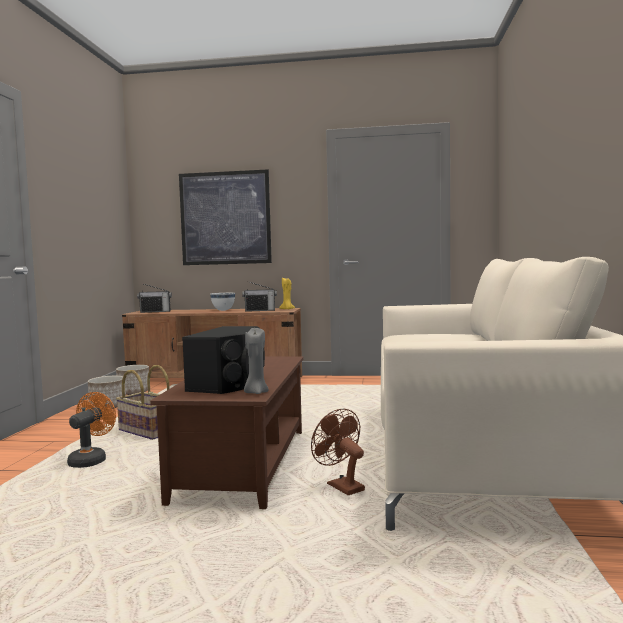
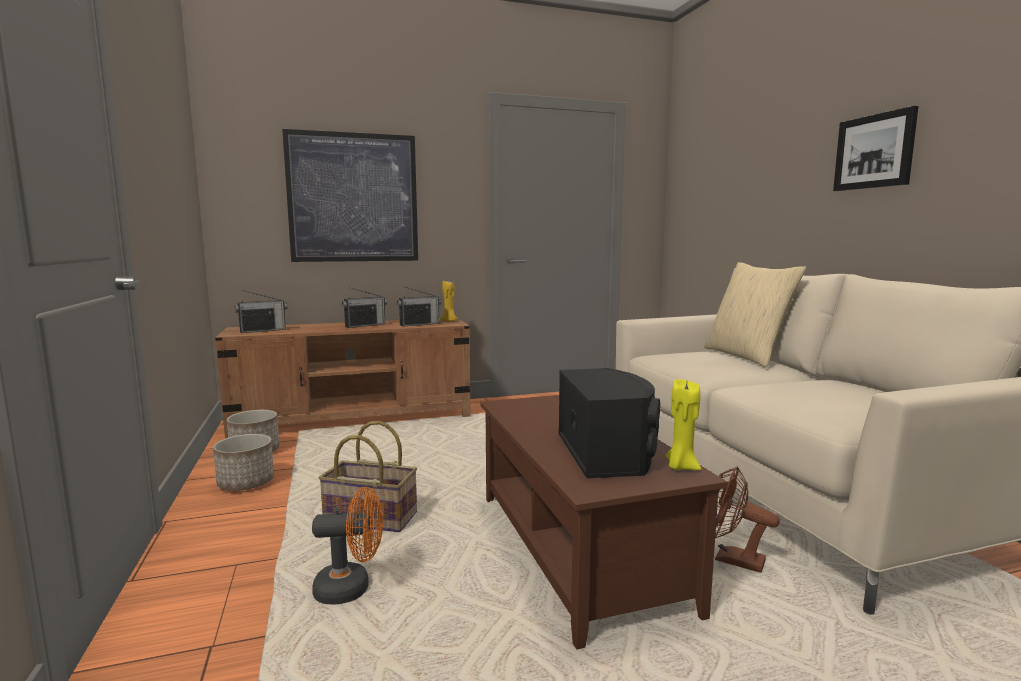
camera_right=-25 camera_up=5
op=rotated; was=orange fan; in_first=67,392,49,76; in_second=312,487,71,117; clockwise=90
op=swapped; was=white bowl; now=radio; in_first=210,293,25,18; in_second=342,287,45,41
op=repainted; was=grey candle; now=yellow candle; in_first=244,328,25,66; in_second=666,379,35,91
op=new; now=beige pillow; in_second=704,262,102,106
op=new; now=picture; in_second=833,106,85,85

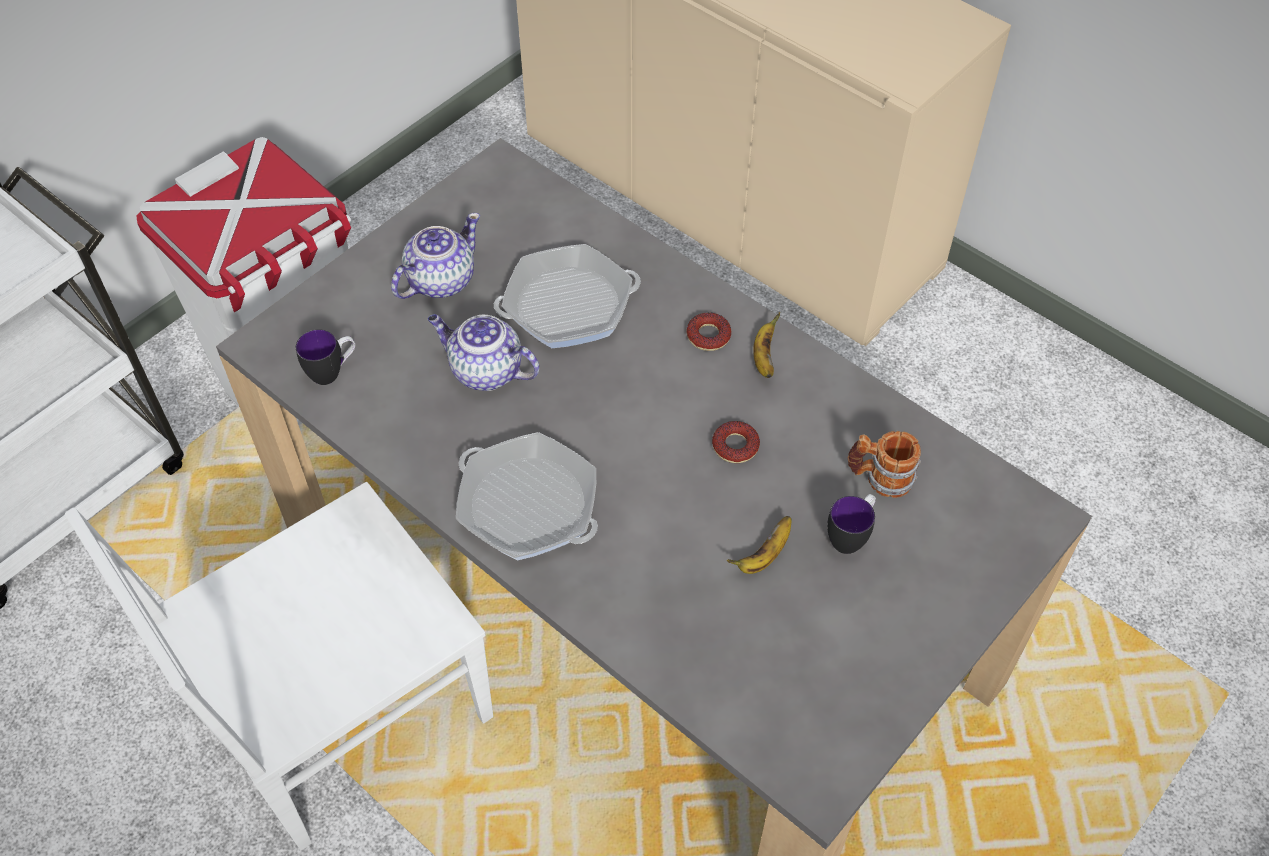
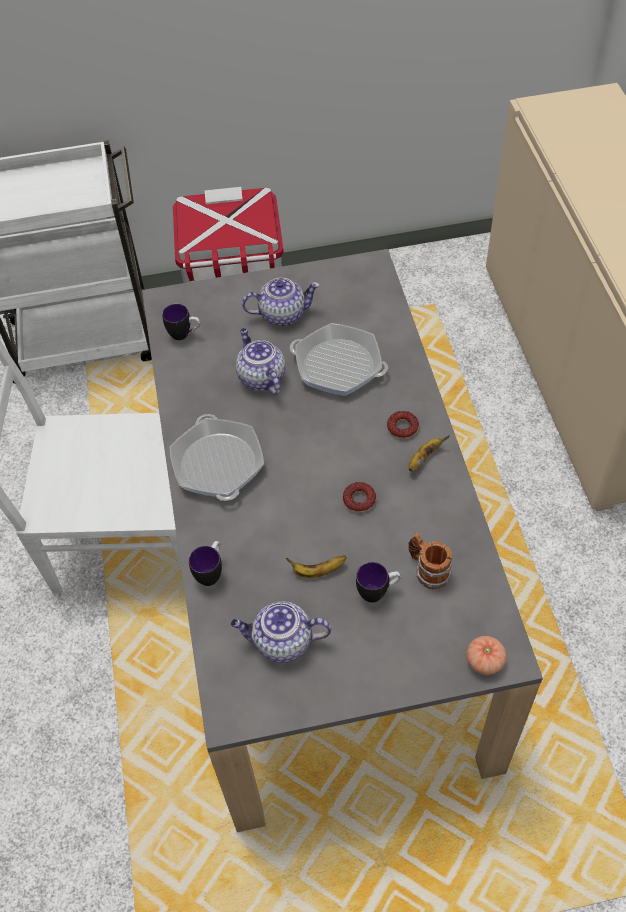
camera_right=40 camera_up=0
op=new; now=mug; in_second=189,541,33,45
op=new; now=teapot; in_second=230,601,101,62
op=new; now=tomato; in_second=466,636,40,39

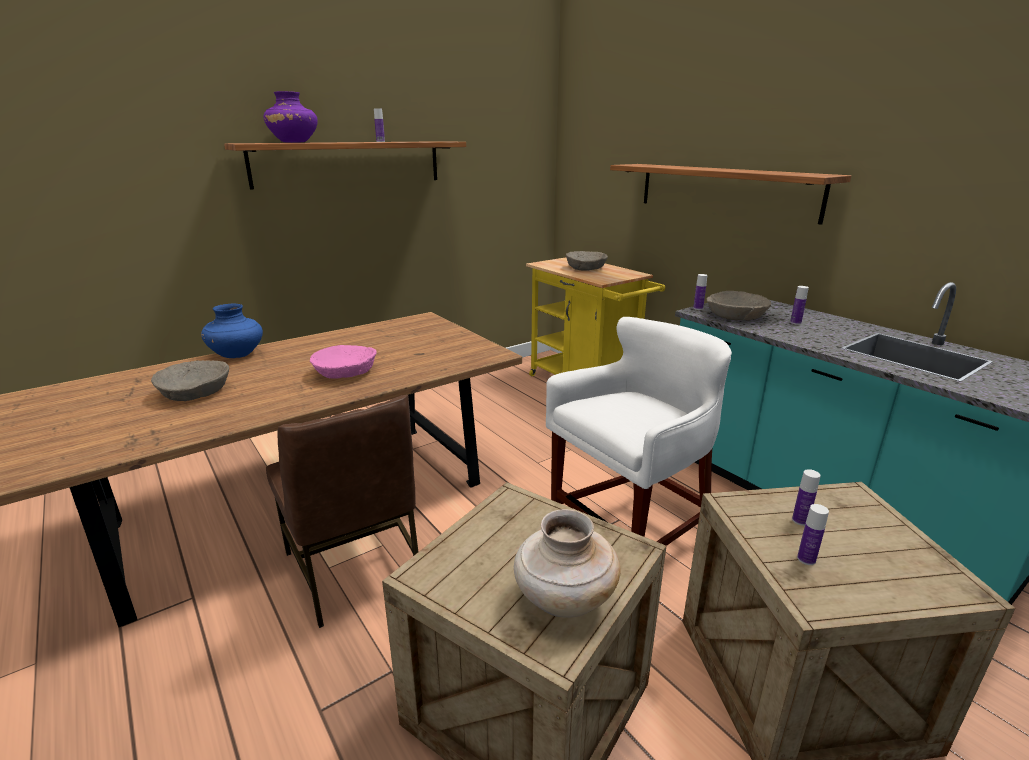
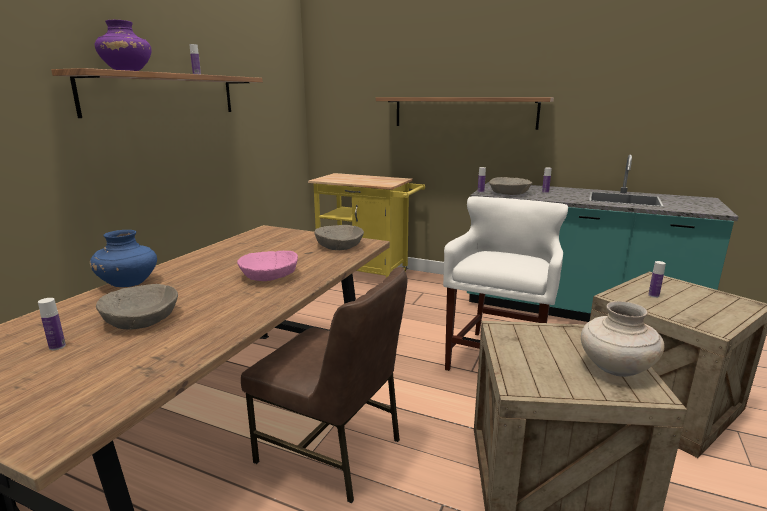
camera_right=-30 camera_up=-5
op=shifted; was=bottle; in_first=797,504,32,61; in_second=38,298,28,52
op=shifted; was=beige bowl; in_first=566,251,42,20; in_second=314,225,50,25

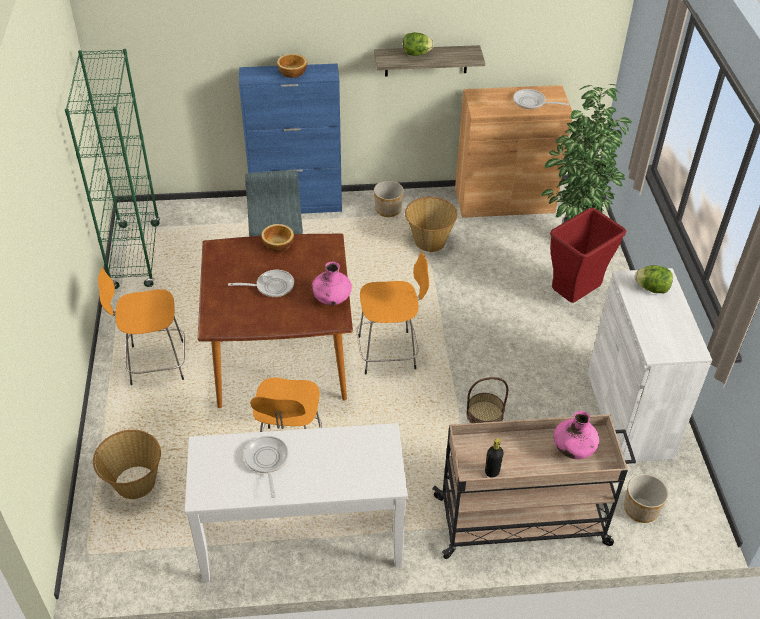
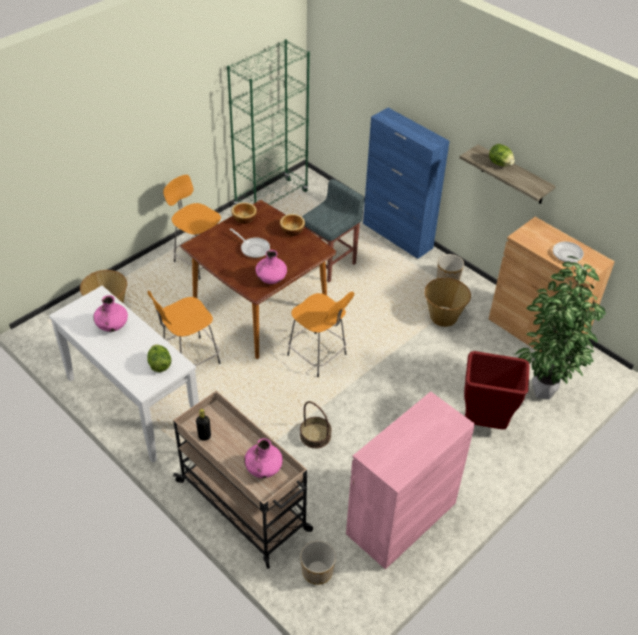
camera_right=50 camera_up=0
op=swapped; was=frying pan; now=pink vase; in_first=244,436,45,62; in_second=93,295,35,37
op=shifted; was=lettuce; in_first=635,265,38,29; in_second=147,344,24,28
op=shifted; was=bowl; in_first=277,54,30,24; in_second=232,202,25,22
op=repainted; was=white cabinet; now=pink cabinet; in_first=588,268,124,194; in_second=346,391,129,179

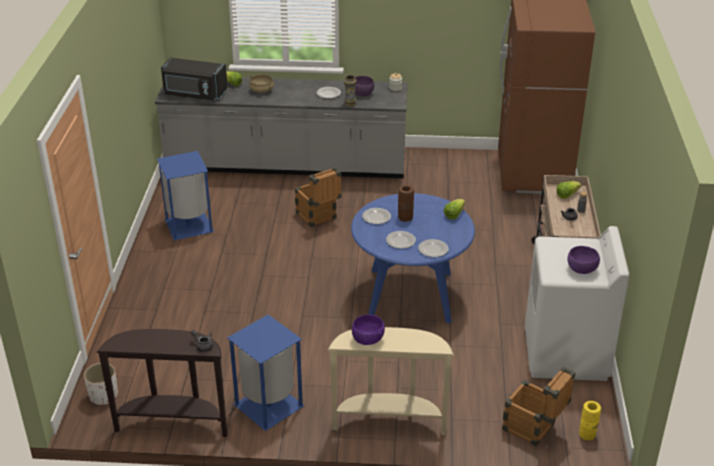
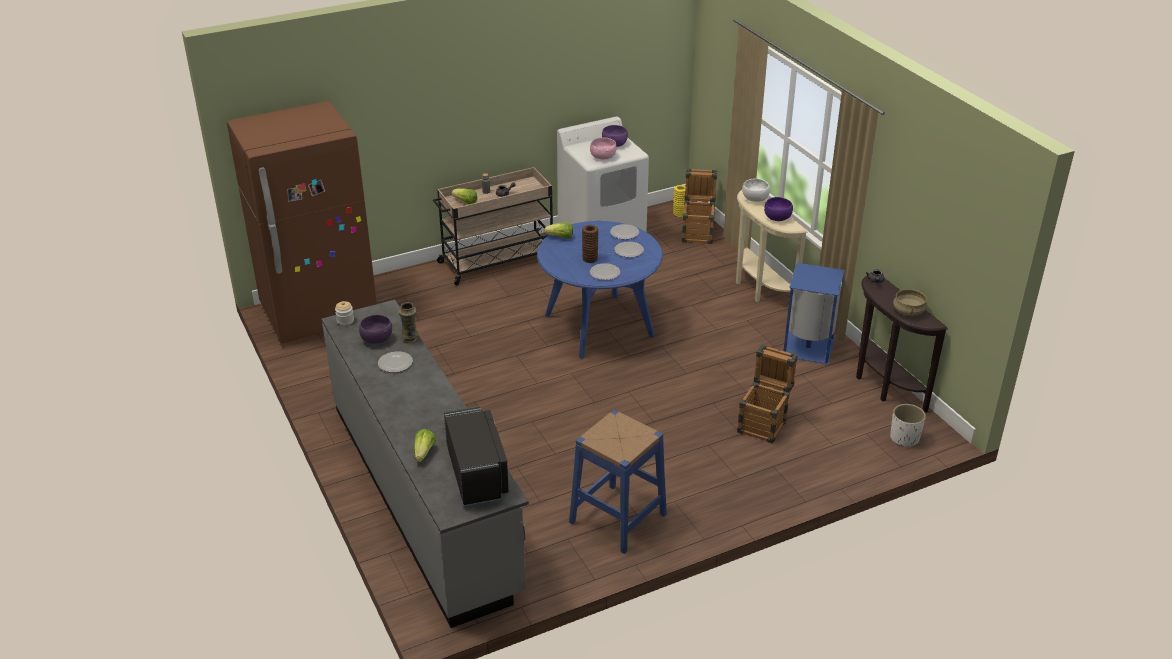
camera_right=-120 camera_up=0
op=swapped; was=blue trash can; now=blue stool; in_first=157,151,57,90; in_second=569,410,98,144
op=new; now=pink bowl; in_second=590,138,27,22
op=shifted; was=crate; in_first=295,167,47,60; in_second=737,344,61,100
op=new; now=white bowl; in_second=742,178,28,24
op=shifted; was=beige cooking pot; in_first=249,74,25,19; in_second=893,289,34,27

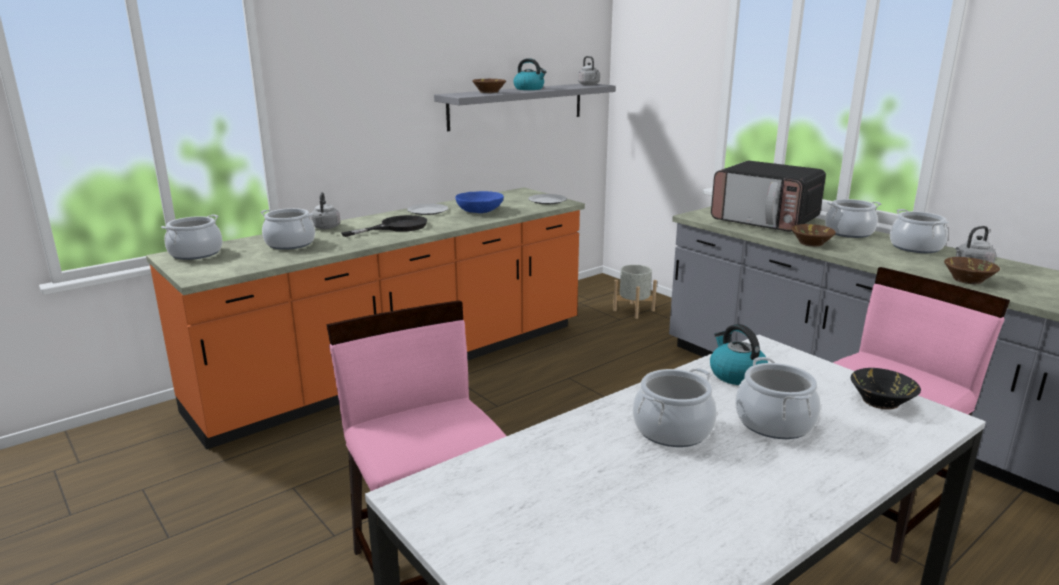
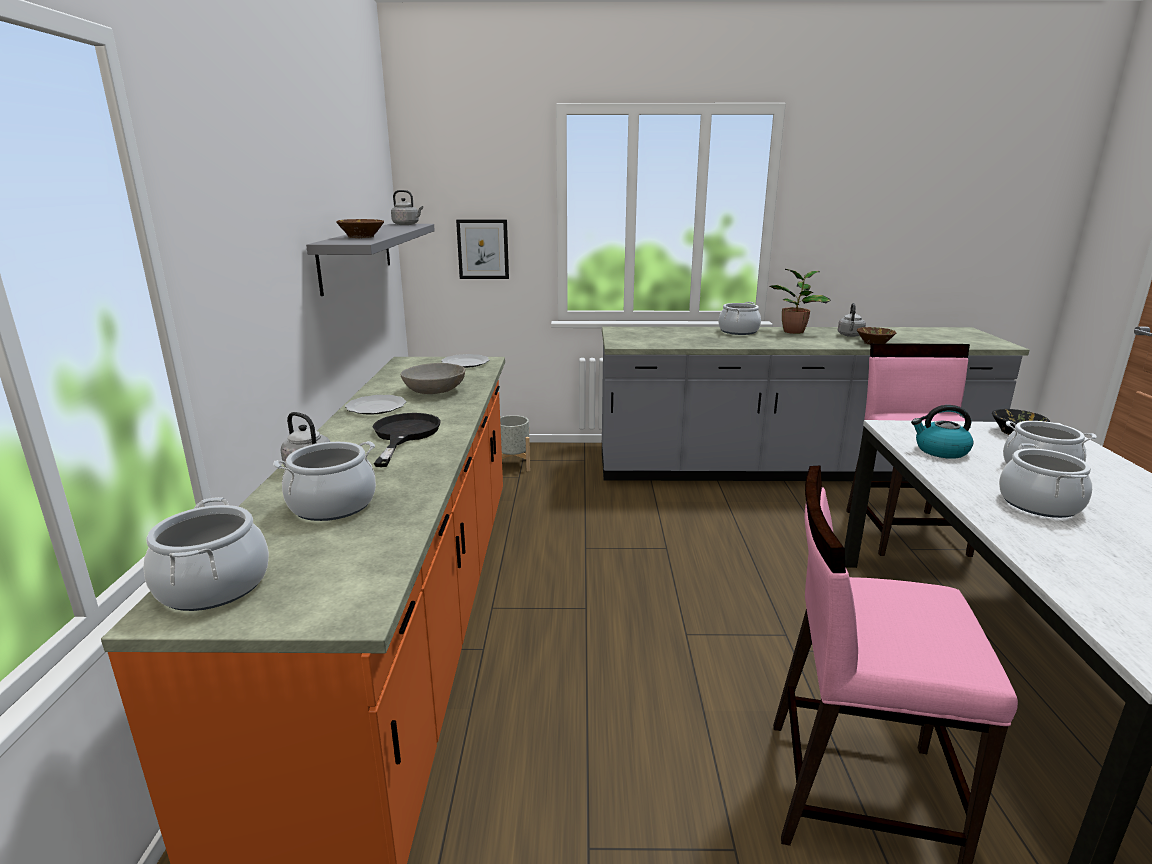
camera_right=-50 camera_up=0
op=repainted; was=blue bowl; now=grey bowl; in_first=455,191,49,22; in_second=401,363,64,31
op=new; now=picture; in_second=456,219,53,60
op=swapped; was=cooking pot; now=potted plant; in_first=890,209,59,44; in_second=769,269,62,65
op=gone; was=kettle; in_first=513,58,33,32
op=gone; was=microwave; in_first=711,161,115,71
op=gone; was=brown bowl; in_first=791,224,45,23

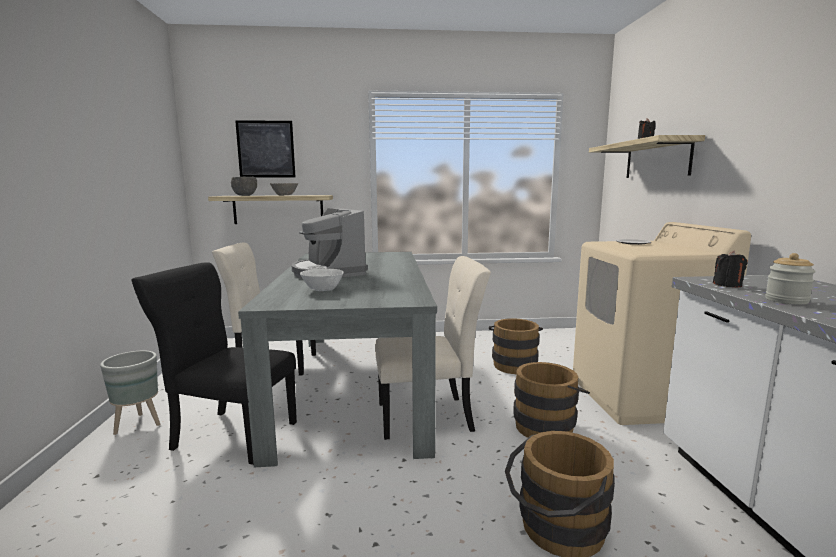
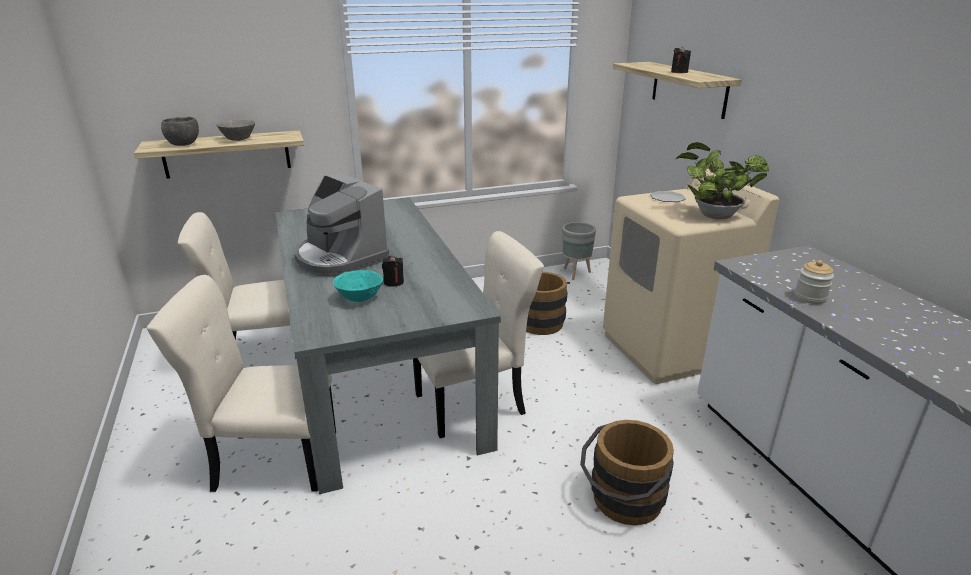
camera_right=-15 camera_up=15
op=repainted; was=black chair; now=beige chair; in_first=131,262,166,203; in_second=147,275,189,217
op=repainted; was=white bowl; now=turquoise bowl; in_first=300,269,44,22; in_second=333,270,50,32
op=shifted; was=black candle; in_first=713,251,35,36; in_second=382,255,22,32
op=shifted; was=grey planter; in_first=100,351,60,84; in_second=562,222,34,58
op=new; now=potted plant; in_second=675,142,94,78
op=gone; was=picture; in_first=235,120,60,58
op=gone; was=brown bucket; in_first=513,362,77,76

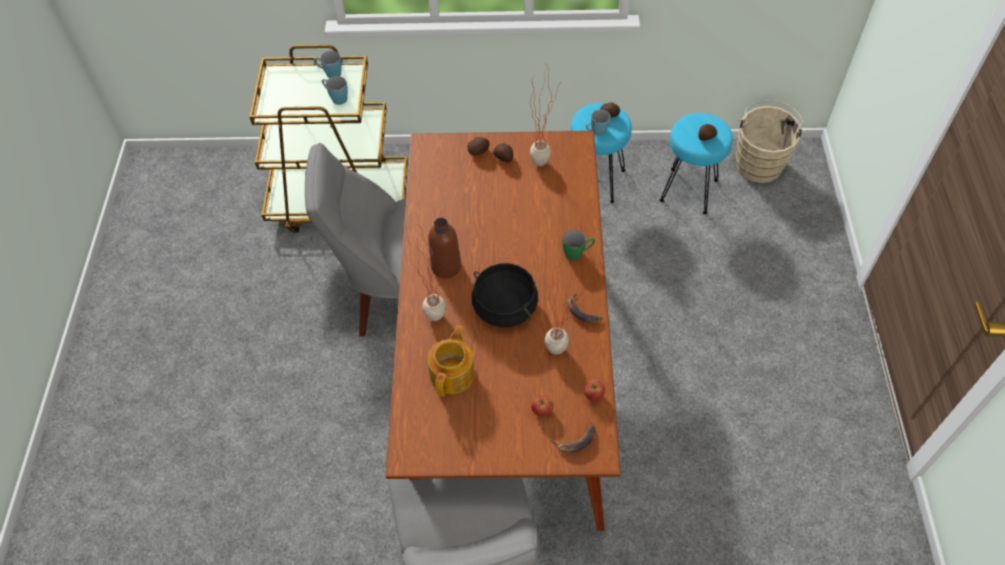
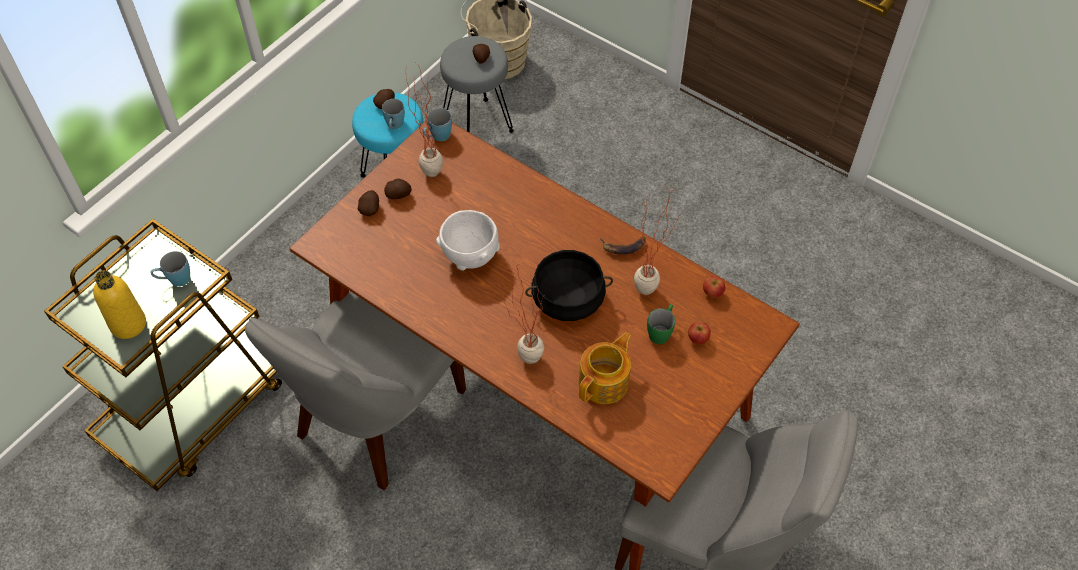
camera_right=-55 camera_up=0
op=new; now=yellow bottle; in_second=93,270,53,69
op=shifted; was=blue mug; in_first=313,51,29,27; in_second=423,108,29,33
op=new; now=white bowl; in_second=436,210,64,61
op=repainted; was=turquoise stool; now=grey stool; in_first=660,113,73,101; in_second=440,36,74,97
op=rotated; was=teapot; in_first=428,325,47,72; in_second=579,332,52,72; clockwise=75
op=shifted; was=green mug; in_first=563,230,32,31; in_second=647,304,28,40
op=gone; was=brown bottle; in_first=428,218,33,61
op=gone; was=banana; in_first=550,423,46,30

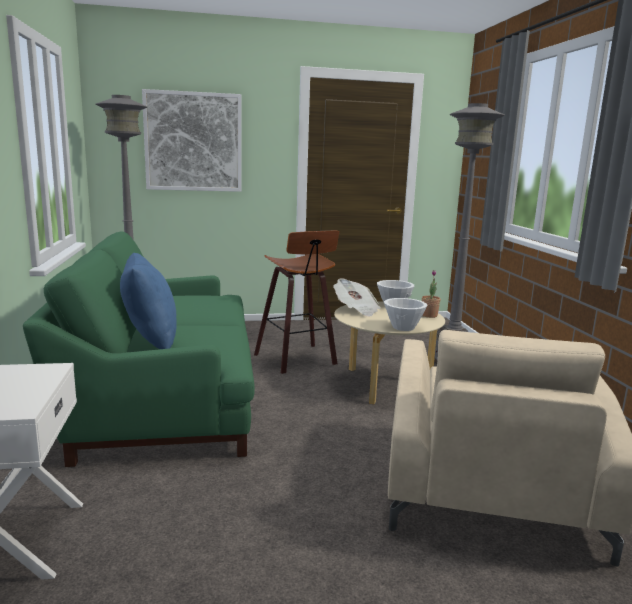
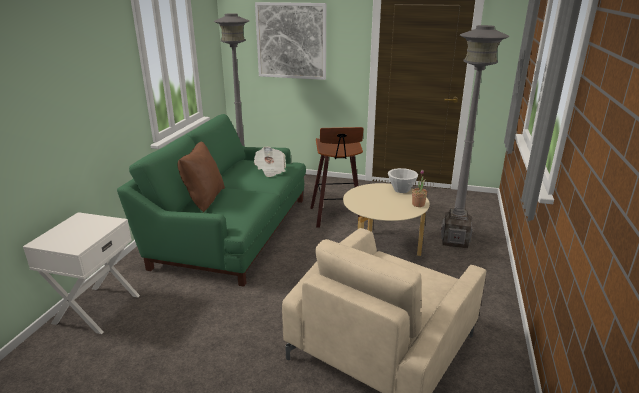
camera_right=25 camera_up=10
op=repainted; was=blue pillow; now=brown pillow; in_first=120,253,57,96; in_second=178,142,47,70
op=shifted; was=newspaper; in_first=333,278,48,39; in_second=254,147,32,30
op=gone; was=white bowl; in_first=384,298,43,33

